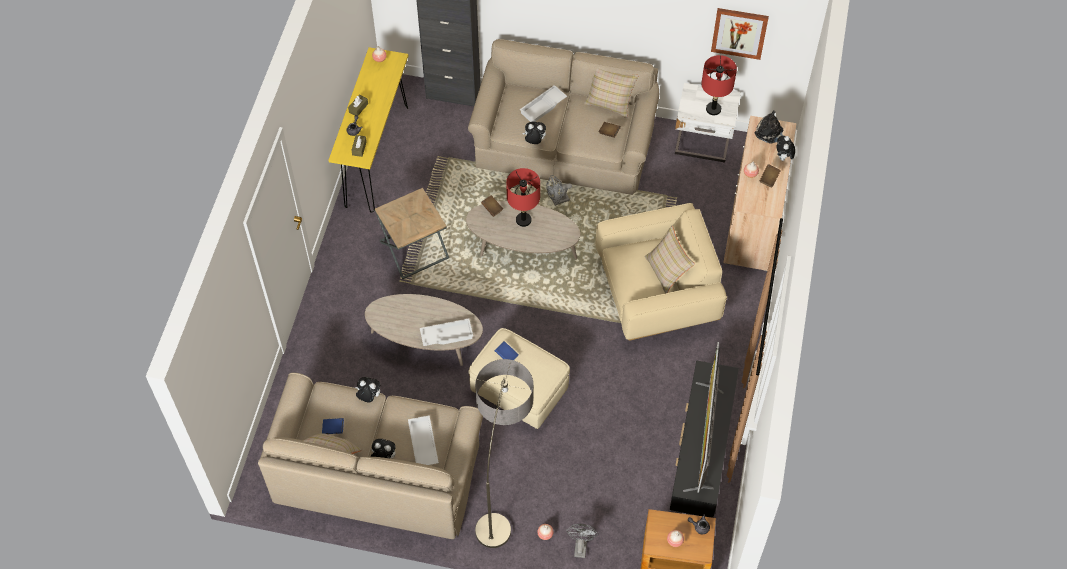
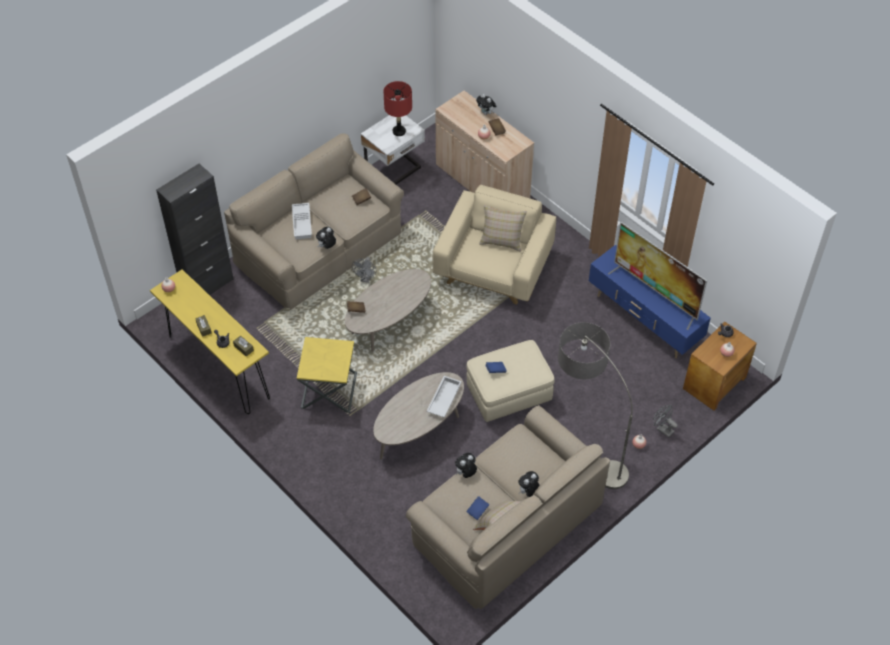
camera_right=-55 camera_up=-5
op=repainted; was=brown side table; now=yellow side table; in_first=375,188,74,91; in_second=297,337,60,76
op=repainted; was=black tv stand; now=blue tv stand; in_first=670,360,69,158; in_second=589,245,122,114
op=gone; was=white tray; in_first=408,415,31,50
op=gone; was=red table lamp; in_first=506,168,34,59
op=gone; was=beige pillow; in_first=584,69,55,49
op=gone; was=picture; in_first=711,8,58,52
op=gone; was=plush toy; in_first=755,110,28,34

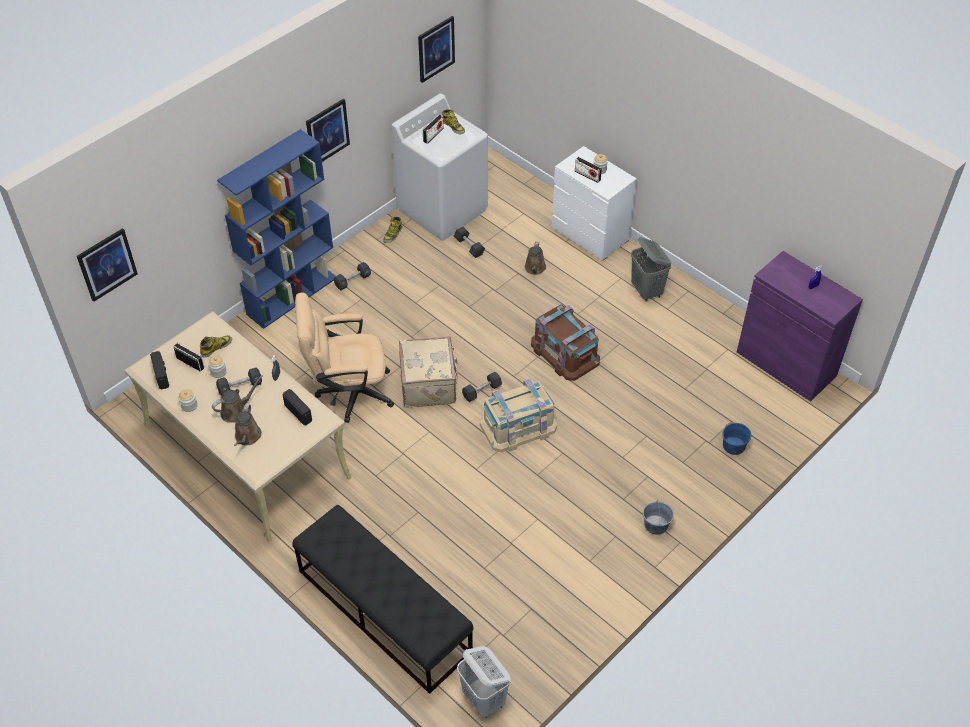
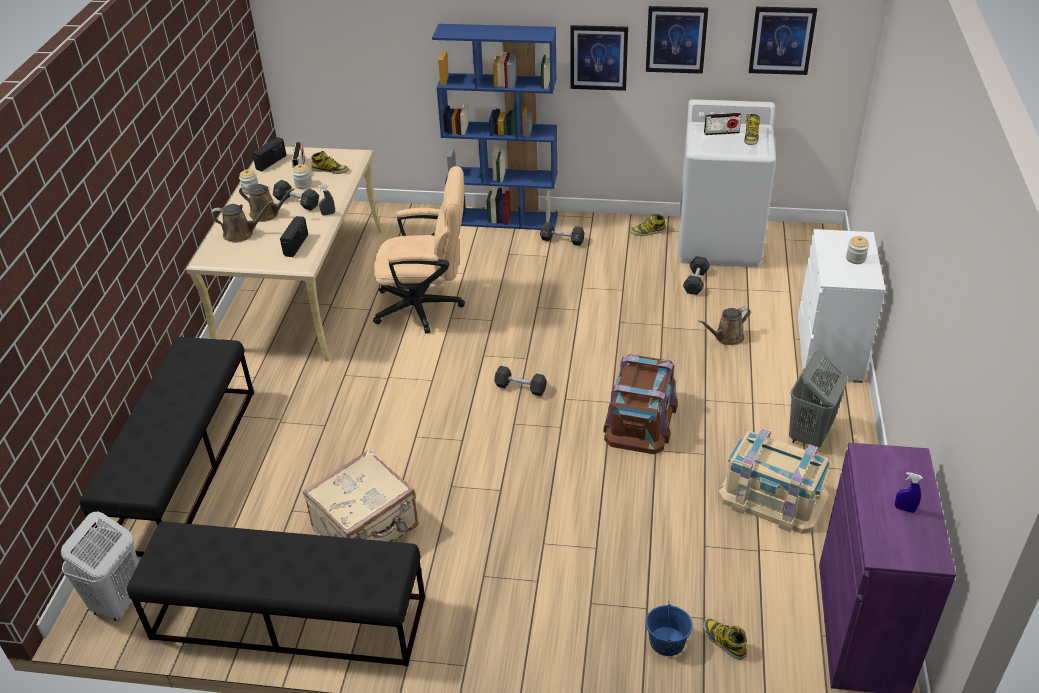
camera_right=55 camera_up=-10
op=new; now=black bench; in_second=127,521,298,145
op=rotated; was=brown watering can; in_first=234,404,28,42; in_second=210,200,63,43; clockwise=-150
op=shifted; was=beige suitcase; in_first=399,336,59,71; in_second=302,449,117,93
op=rotated; was=beige office chair; in_first=295,292,99,131; in_second=373,166,92,168; clockwise=135
op=shifted; was=picture; in_first=77,228,61,74; in_second=646,6,62,68
op=new; now=boot; in_second=703,619,44,41
op=shifted; was=beige storage box; in_first=480,379,77,73; in_second=718,428,112,106
op=gone; was=radio; in_first=575,157,27,26
op=gone; was=grey bucket; in_first=643,499,31,36

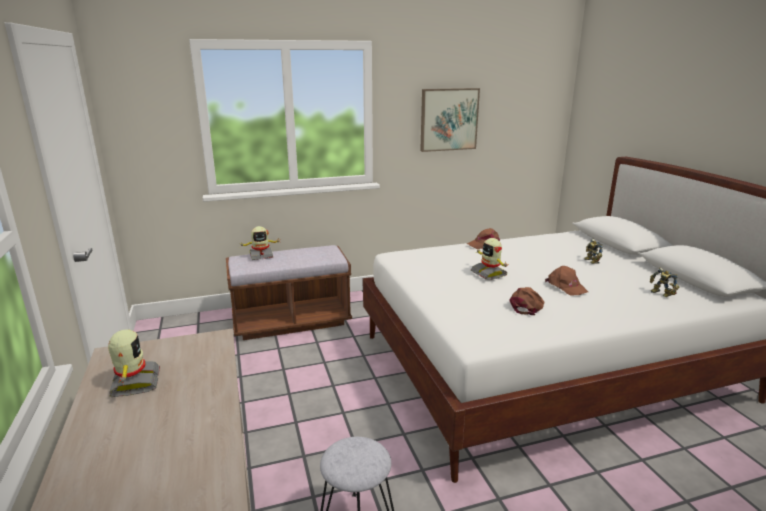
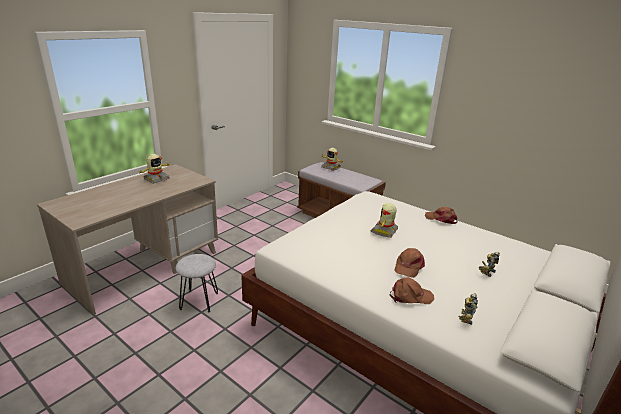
camera_right=55 camera_up=5
op=shifted; was=brown cap; in_first=510,287,35,28; in_second=389,277,45,27
op=gone; was=picture; in_first=420,88,60,64

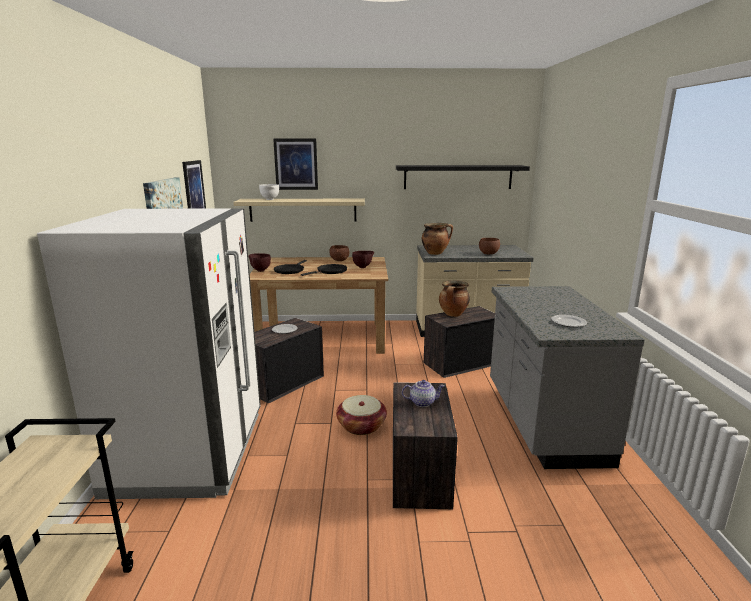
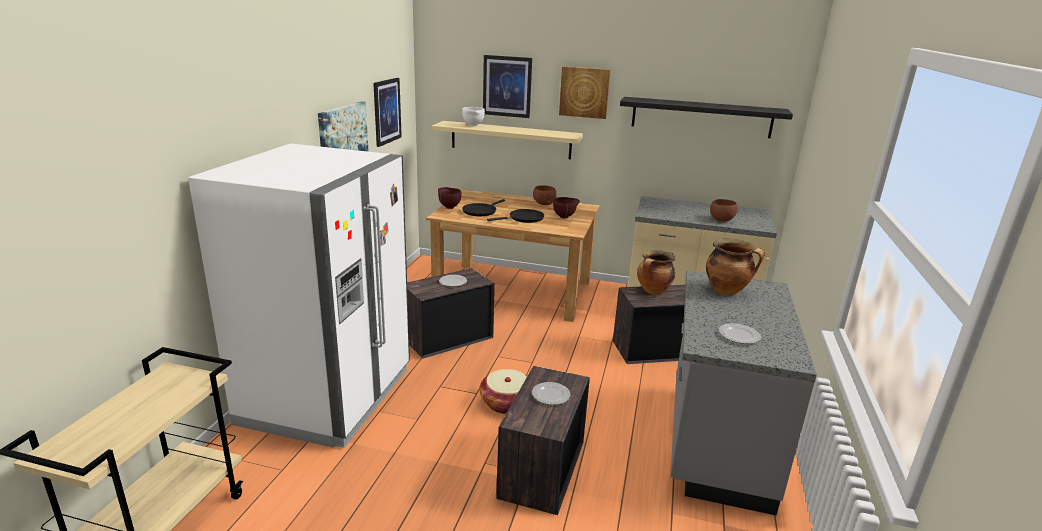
camera_right=15 camera_up=5
op=swapped; was=teapot; now=plate; in_first=402,380,42,27; in_second=532,382,39,23
op=new; now=picture; in_second=559,66,52,53
op=shifted; was=cooking pot; in_first=422,223,31,32; in_second=706,239,58,56

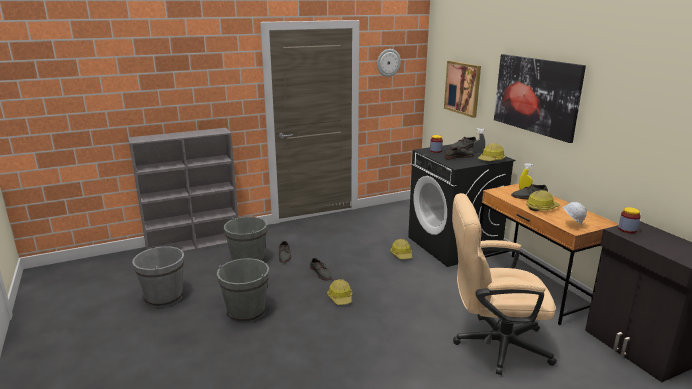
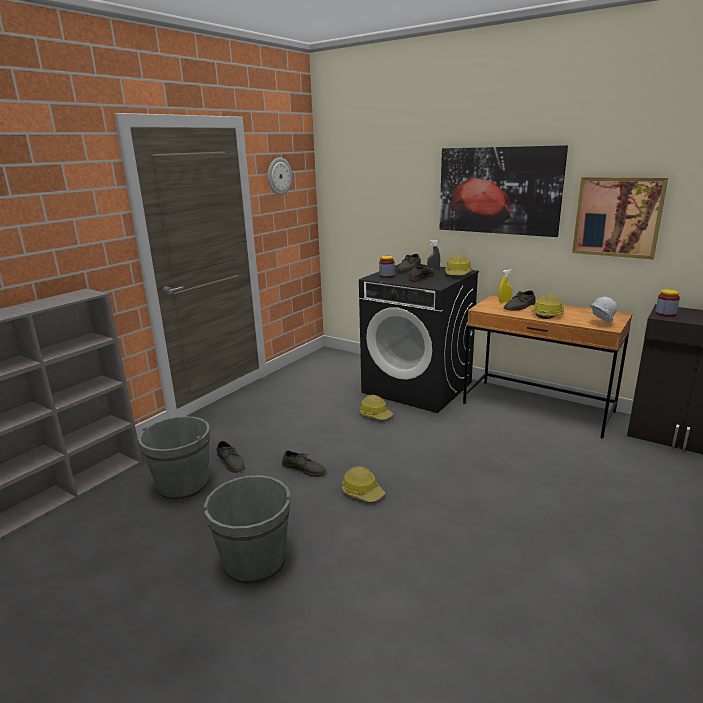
camera_right=-30 camera_up=0
op=shifted; was=picture; in_first=444,61,37,57; in_second=572,177,96,82
op=gone; was=grey bucket; in_first=132,246,52,62
op=gone; was=beige office chair; in_first=452,193,105,182

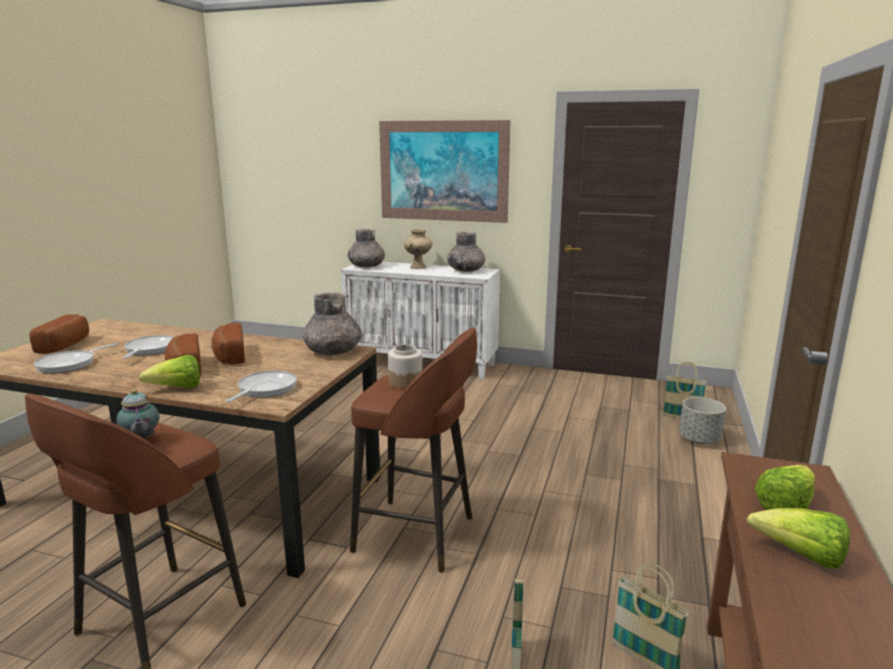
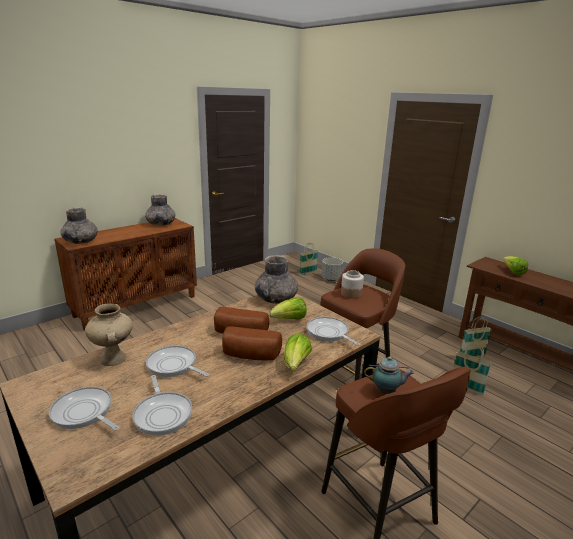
camera_right=-60 camera_up=5
op=swapped; was=bread; now=frying pan; in_first=30,314,59,39; in_second=49,387,71,44
op=repainted; was=white cabinet; now=brown cabinet; in_first=341,262,159,117; in_second=55,218,142,113
op=shifted; was=beige vase; in_first=404,229,29,40; in_second=85,303,48,63
op=shifted; was=lettuce; in_first=747,508,103,61; in_second=269,297,38,23
op=gone; was=picture; in_first=379,120,132,103

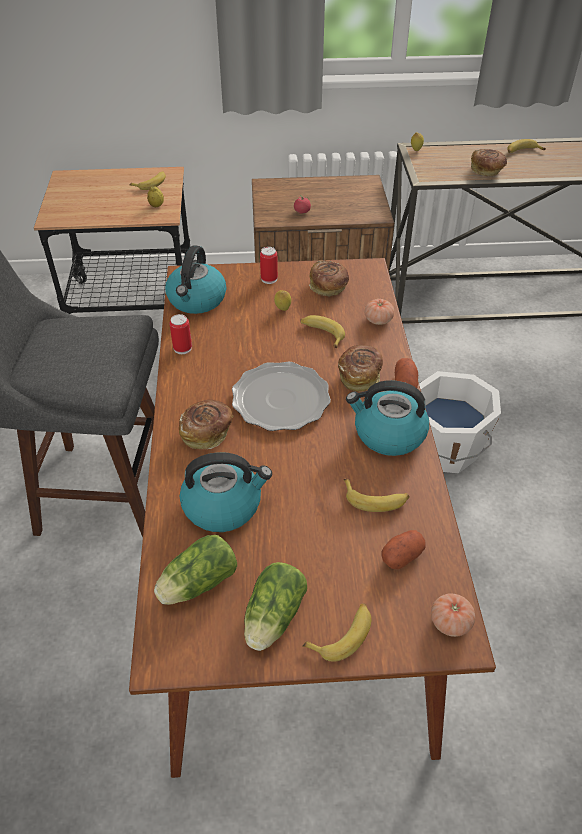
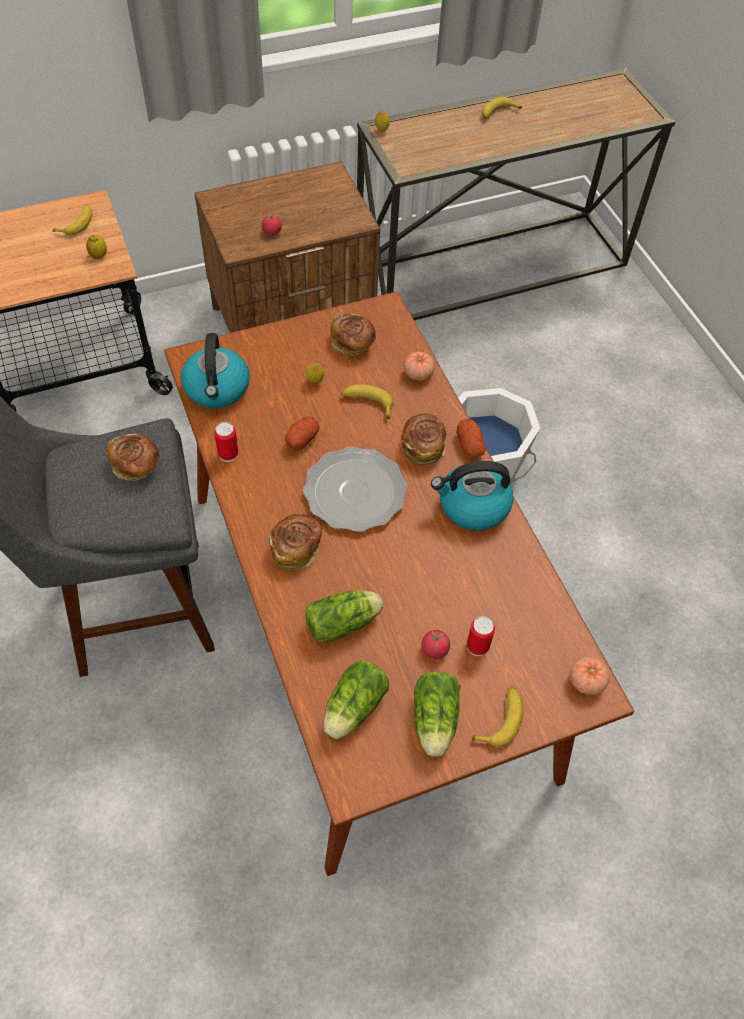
camera_right=-20 camera_up=10
op=shifted; was=bread; in_first=471,149,36,27; in_second=107,433,53,48
op=shifted; was=potato; in_first=381,530,45,39; in_second=285,416,35,34
op=swapped; was=kettle; now=lettuce; in_first=180,452,92,80; in_second=305,590,78,53
op=new; now=tomato; in_second=421,629,29,30
op=shifted; was=can; in_first=260,247,18,37; in_second=467,616,28,40
op=gone; was=banana; in_first=344,479,65,33

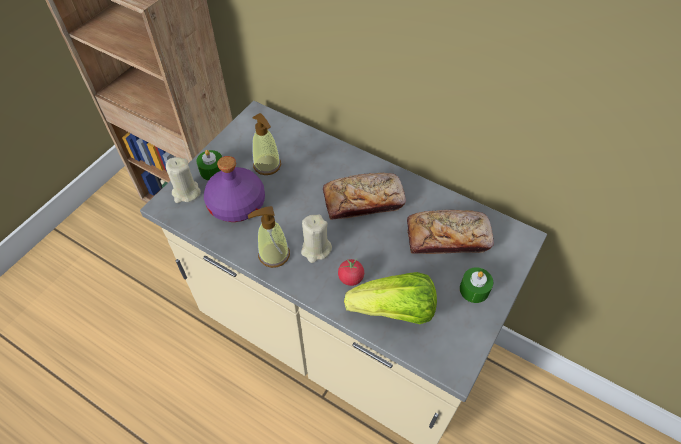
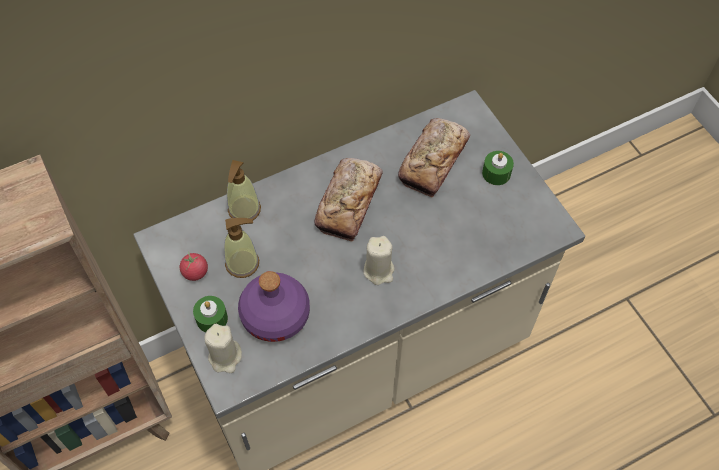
camera_right=-60 camera_up=5
op=shifted; was=tomato; in_first=338,259,26,27; in_second=180,251,28,30
op=shifted; was=soap dispenser; in_first=248,206,42,62; in_second=227,160,34,60
op=gone; was=lettuce; in_first=344,272,93,52

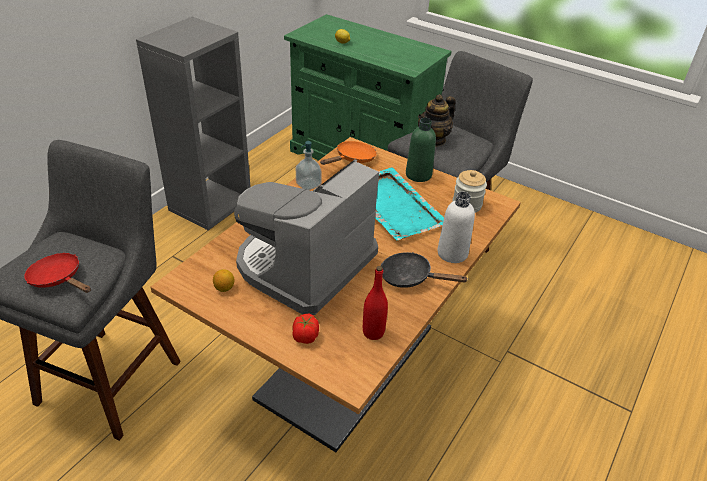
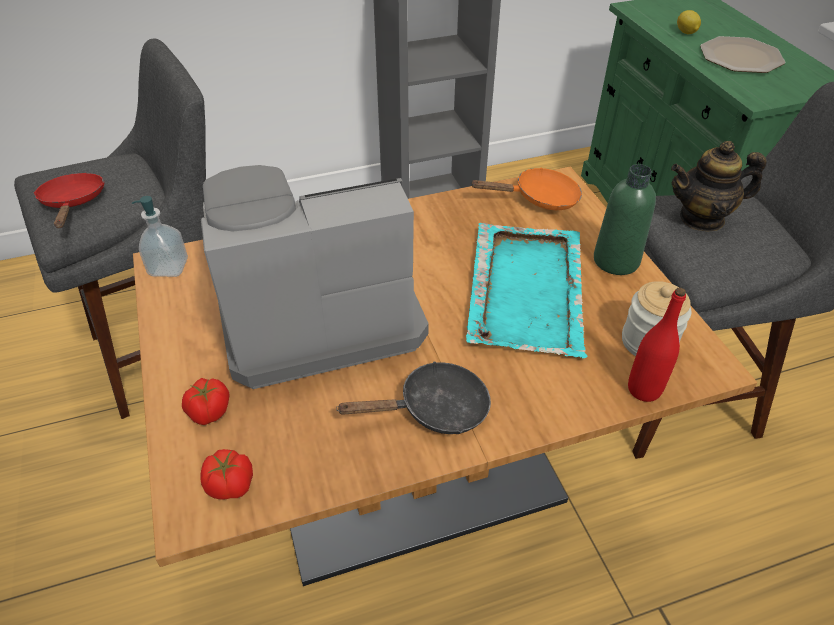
camera_right=40 camera_up=5
op=shifted; was=soap dispenser; in_first=296,141,25,49; in_second=132,196,56,81
op=new; now=tomato; in_second=200,449,53,50
op=rotated; was=black frying pan; in_first=381,252,86,36; in_second=336,361,155,73; clockwise=105
op=shifted; was=red bottle; in_first=363,266,25,74; in_second=628,288,58,114
op=new; now=plate; in_second=700,36,85,37
op=gone; was=lemon; in_first=213,269,21,23
op=gone; was=white bottle; in_first=437,192,38,71

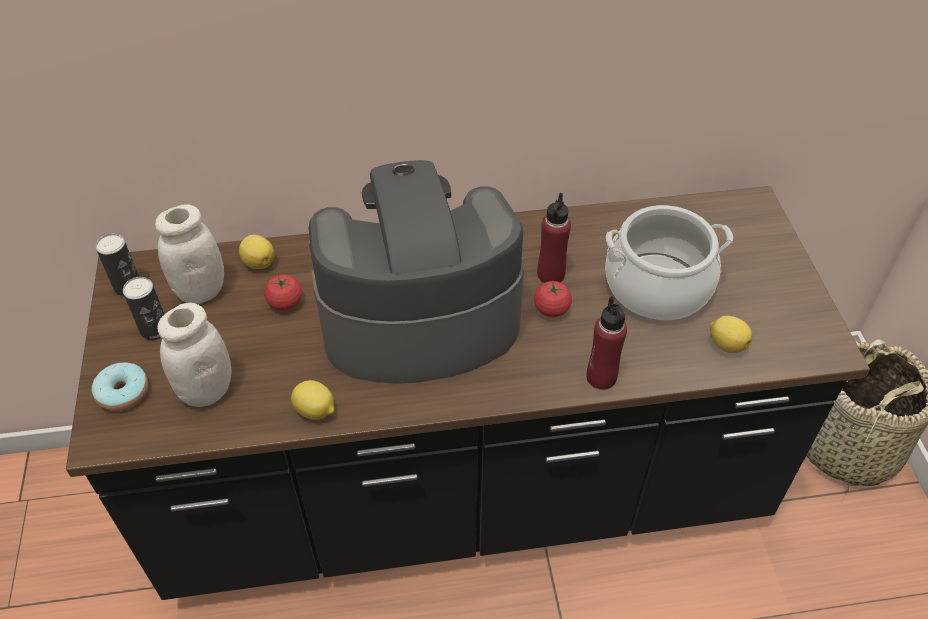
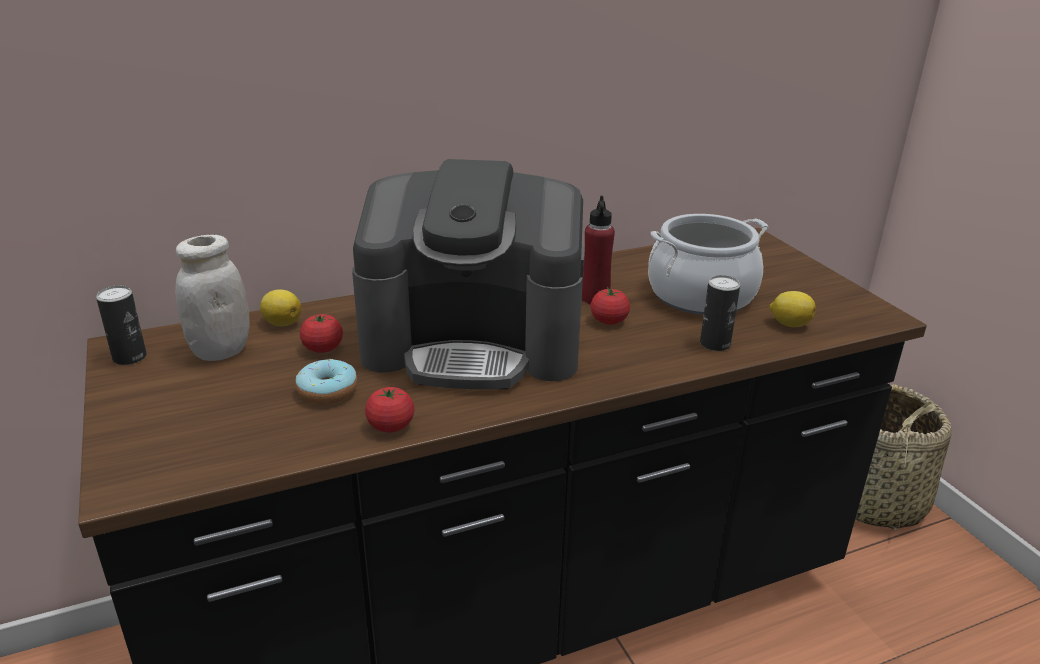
camera_right=-15 camera_up=-20
op=shifted; was=donut; in_first=92,362,56,49; in_second=296,359,61,46
op=rotated; was=coffee machine; in_first=309,160,215,224; in_second=352,159,232,230; clockwise=-150
op=swapped; was=lemon; now=tomato; in_first=291,380,44,40; in_second=365,387,50,46
op=shifted; was=can; in_first=123,277,41,63; in_second=700,275,40,76
op=gone; was=white jar; in_first=157,303,75,104
op=gone; was=red bottle; in_first=587,297,40,93

